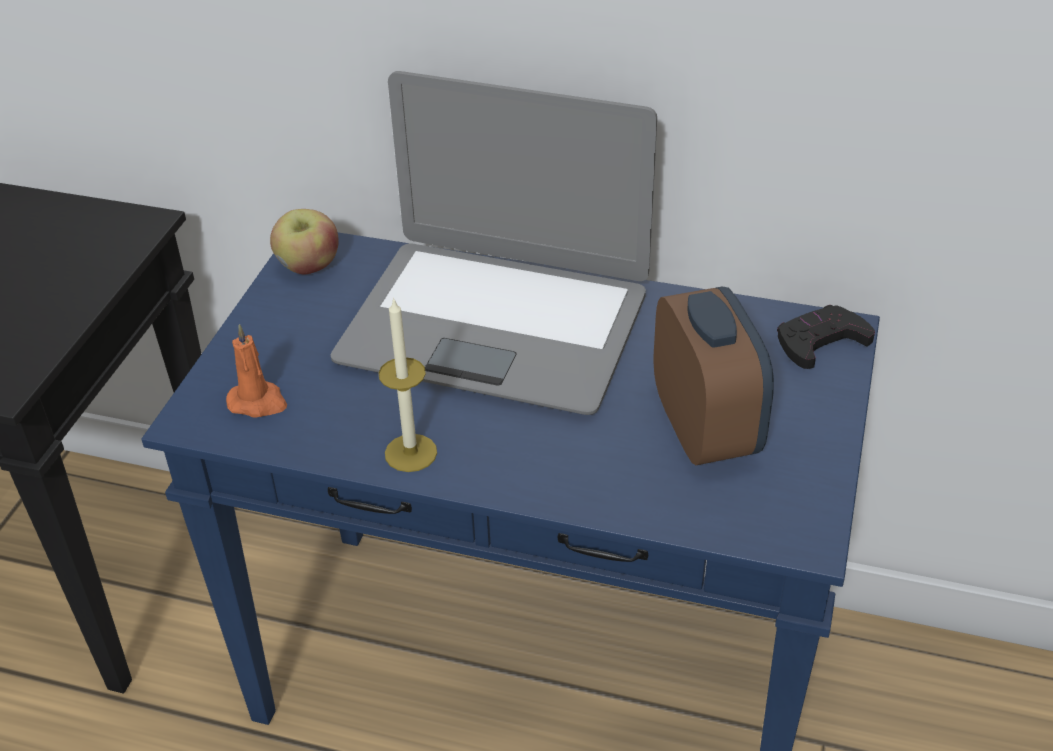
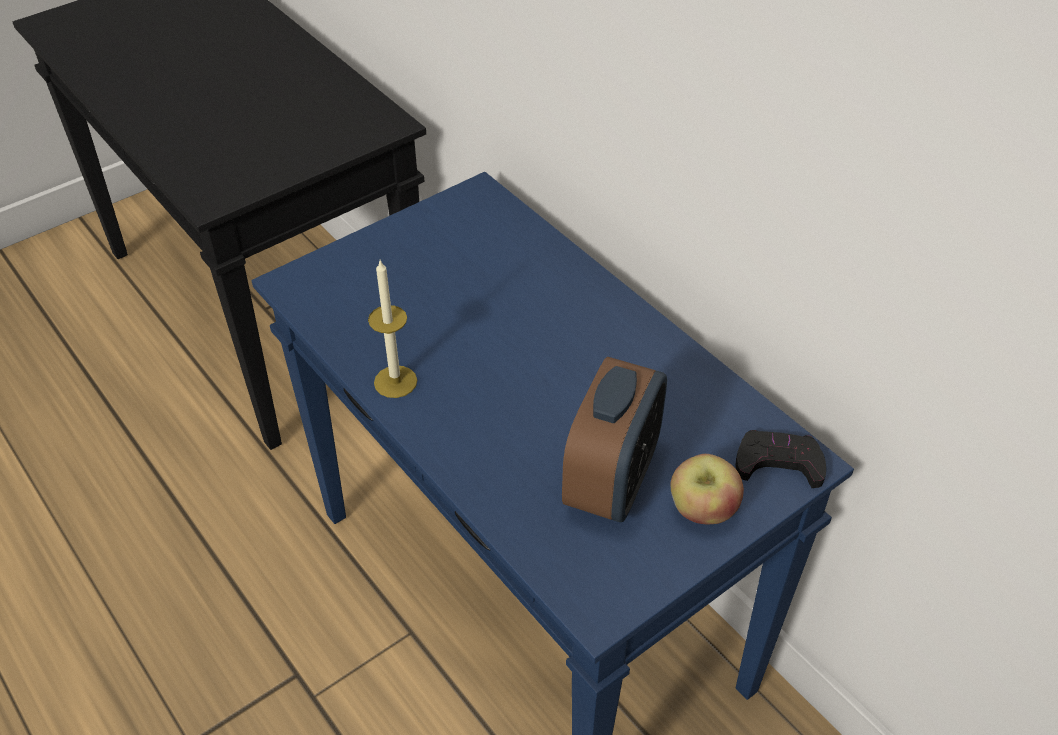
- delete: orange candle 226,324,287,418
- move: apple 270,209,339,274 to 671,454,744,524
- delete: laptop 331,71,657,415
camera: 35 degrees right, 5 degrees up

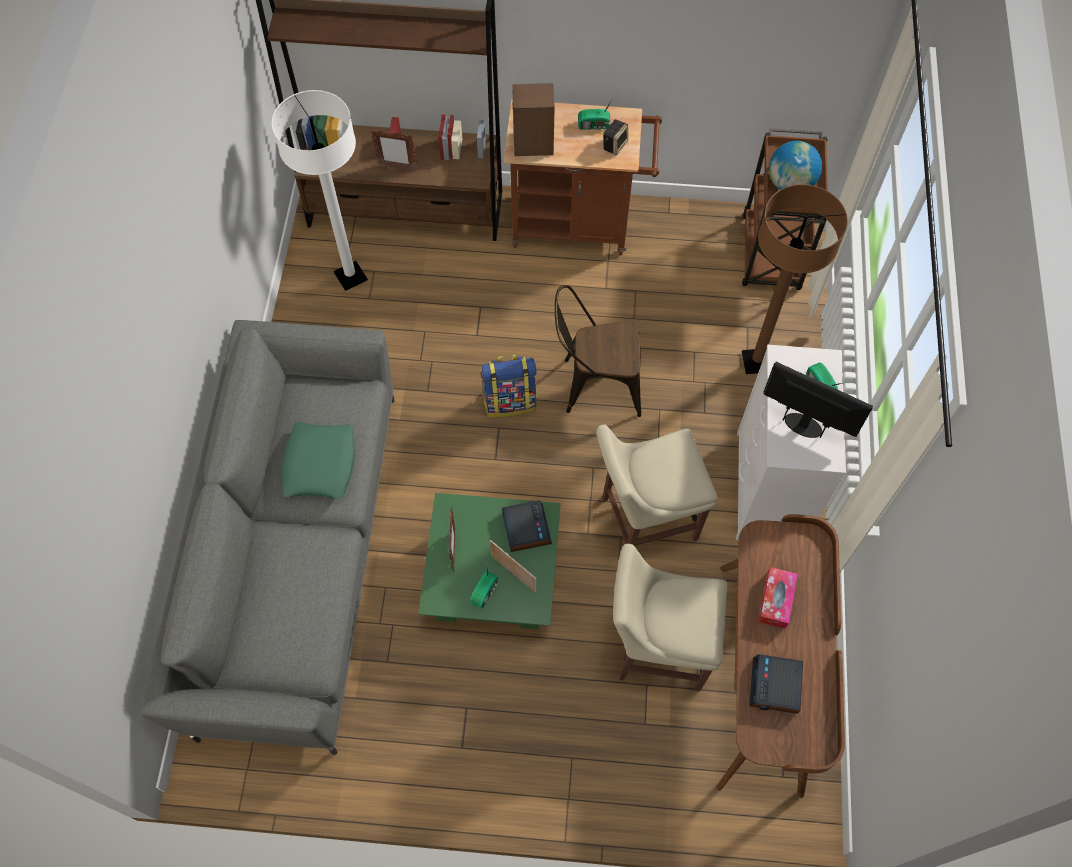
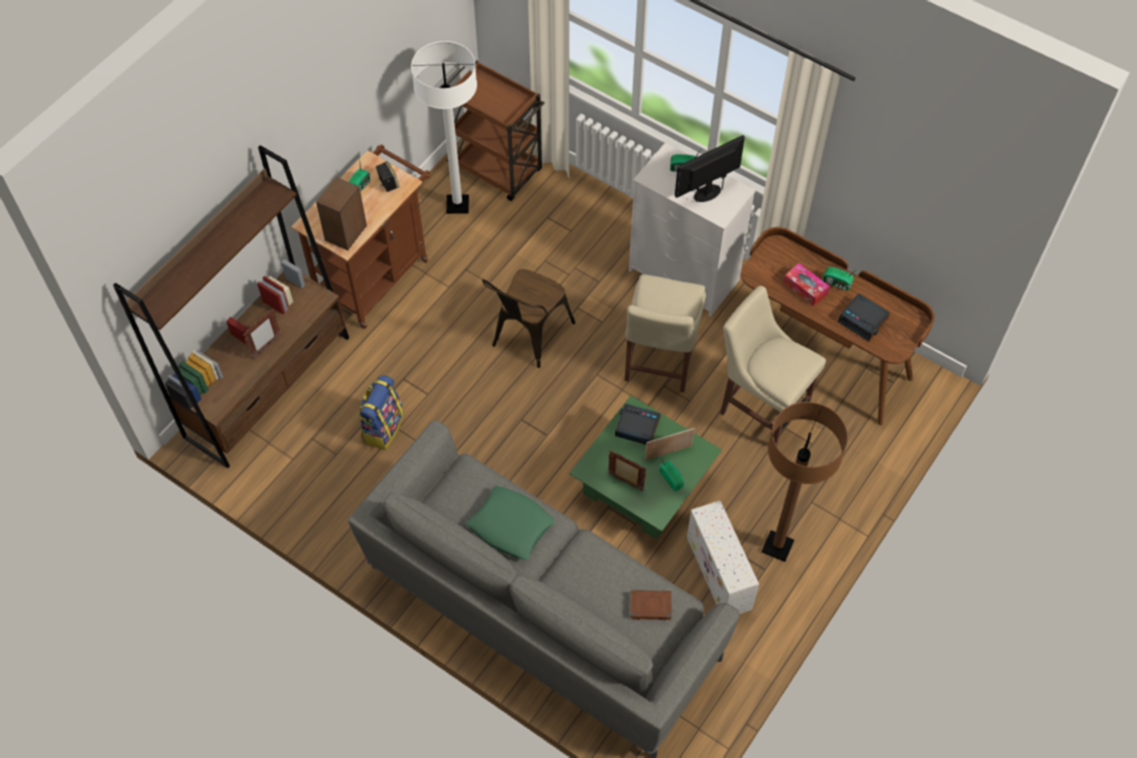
- move: white floor lamp 272,90,368,291 to 411,41,477,214
- move: backpack 481,354,537,418 to 358,375,404,450
- rotate: beige chair 613,544,727,691 = 720,286,826,446 90 degrees clockwise
- move: brown floor lamp 742,184,848,374 to 761,402,848,562
- delete: globe 769,141,822,190
- insert: brown book 631,590,672,620
- insert: white storage box 687,500,759,614
- insert: radio 823,267,857,291
camera: 60 degrees left, 5 degrees down

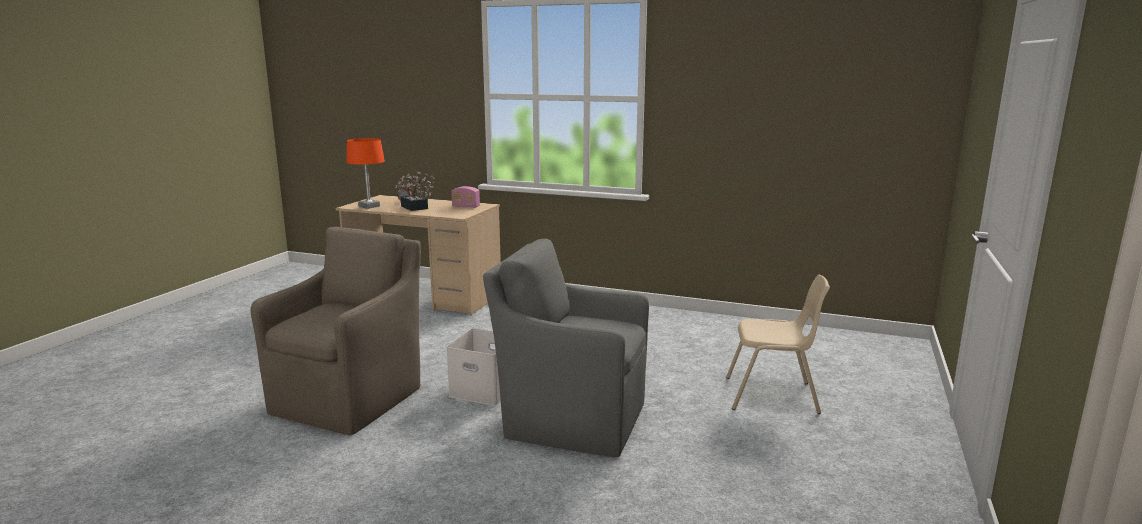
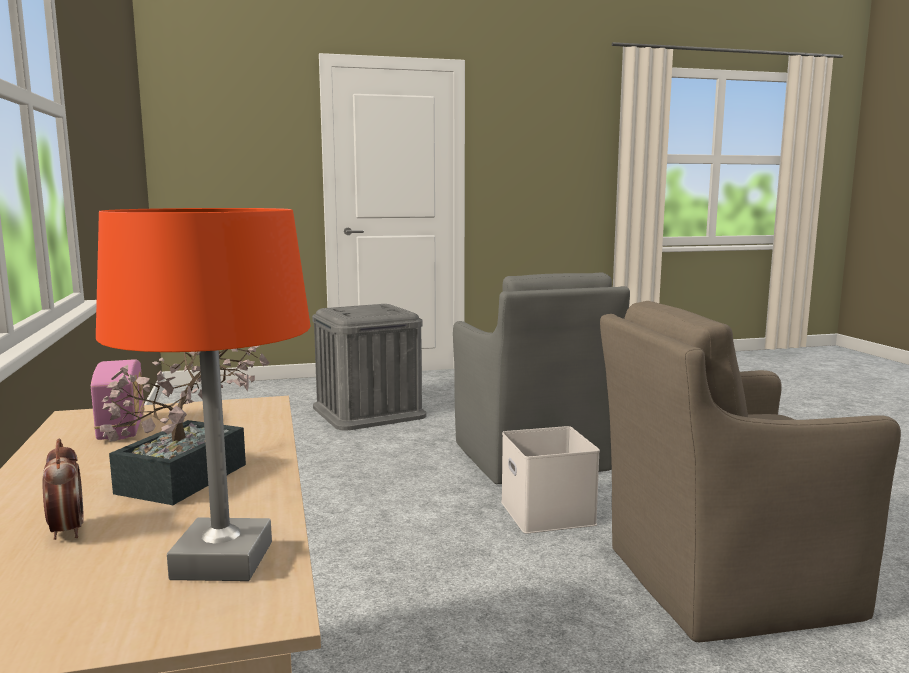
- replace: beige chair 726,275,830,414 to grey storage box 312,304,426,430
camera: 125 degrees left, 5 degrees down

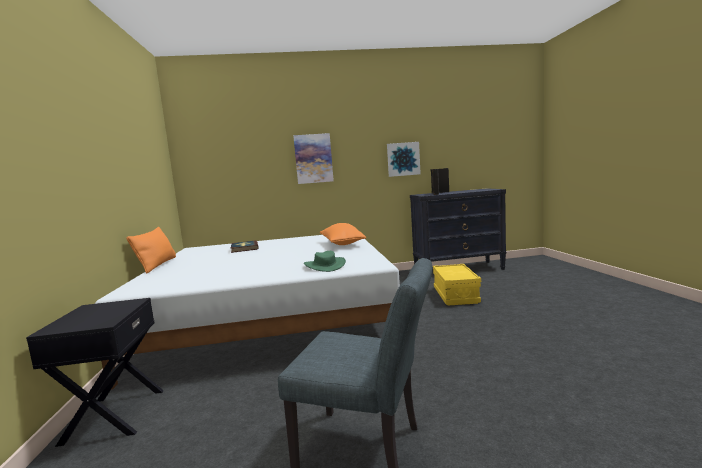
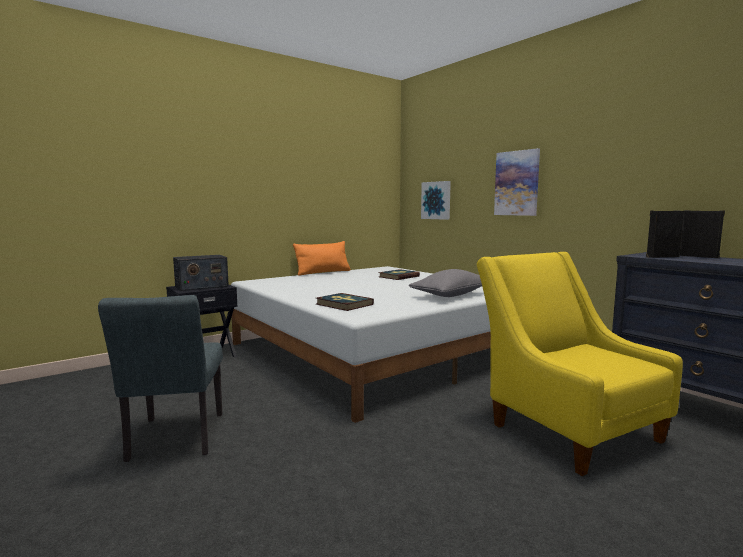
- replace: green hat 304,251,346,272 to book 316,293,374,311
- recolor: orange pillow 320,223,366,245 to grey pillow 409,269,482,297
- move: picture 387,142,421,177 to 421,181,451,220
- replace: yellow storage box 433,264,481,306 to yellow armchair 477,252,683,476
- insert: radio 173,255,229,291
camera: 60 degrees right, 0 degrees up

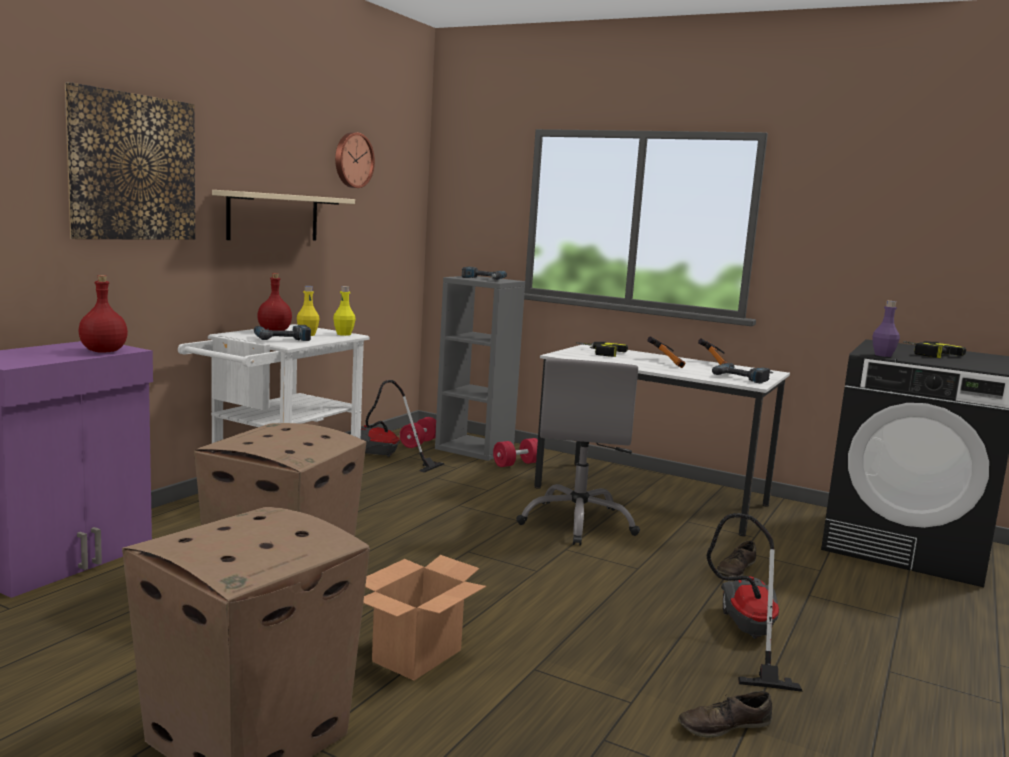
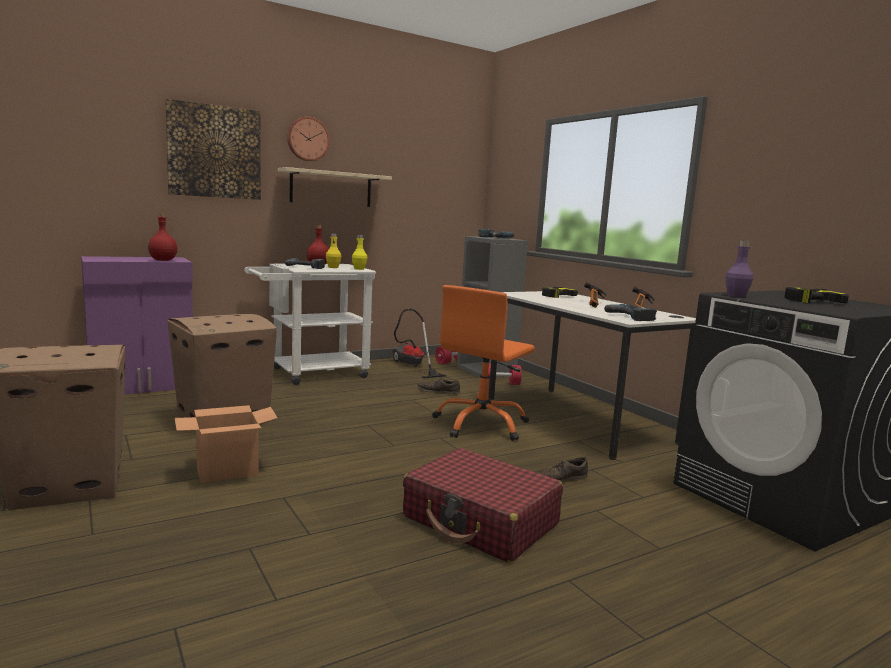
- move: wall clock 335,132,375,188 to 287,117,330,161
- recolor: grey office chair 516,358,640,546 to orange office chair 433,285,535,441
- move: brown shoe 678,691,772,738 to 417,379,460,394
- replace: vacuum cleaner 706,513,803,692 to red suitcase 403,448,563,563
camera: 30 degrees right, 0 degrees up

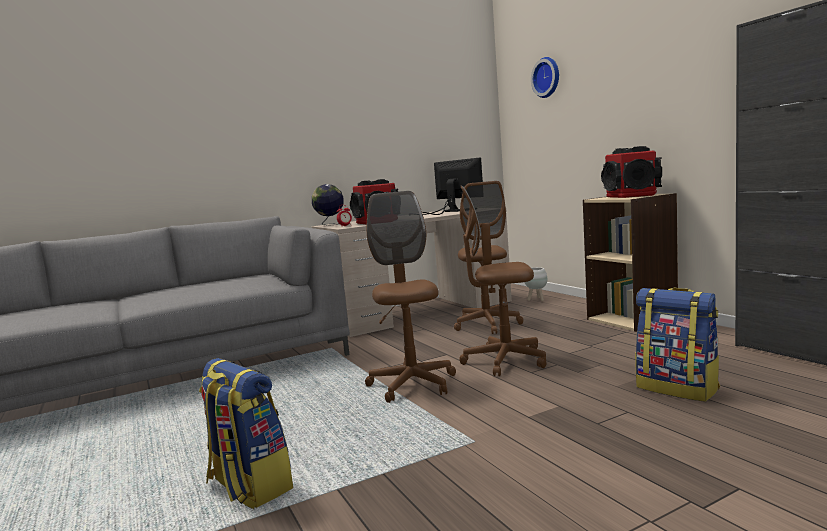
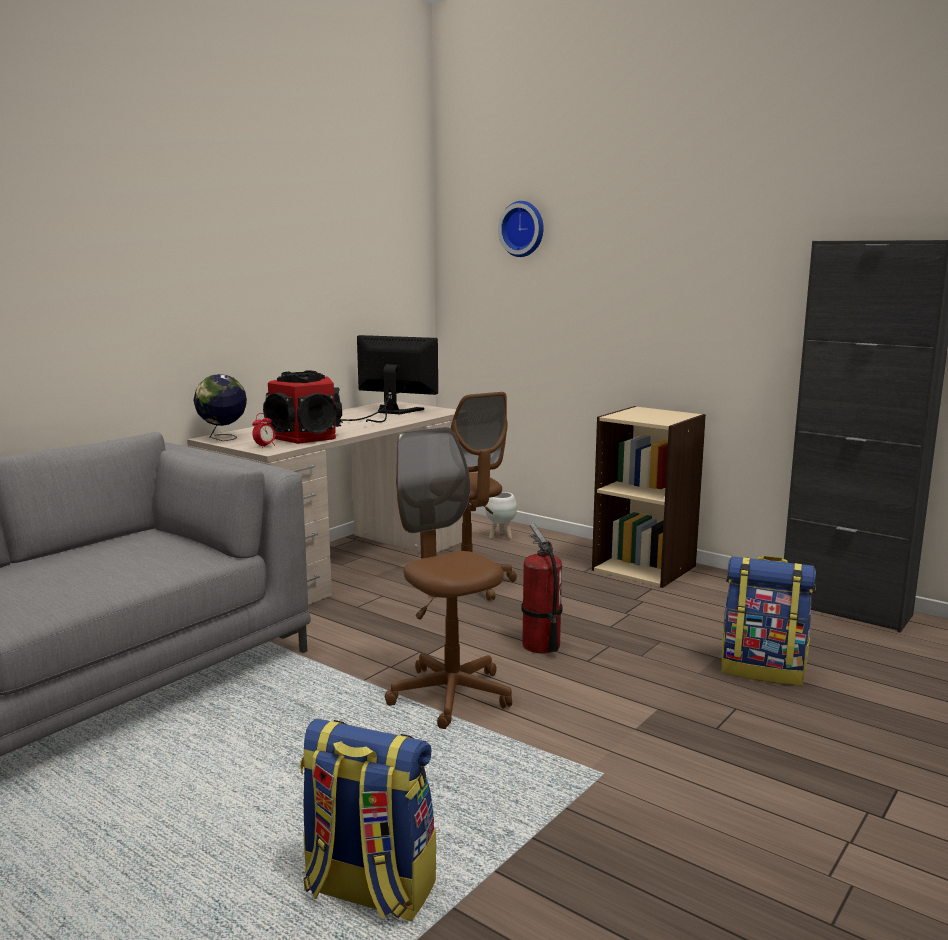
- replace: brown office chair 460,186,546,376 to fire extinguisher 521,523,563,654
- delete: speaker 601,146,662,198
camera: 25 degrees left, 5 degrees up

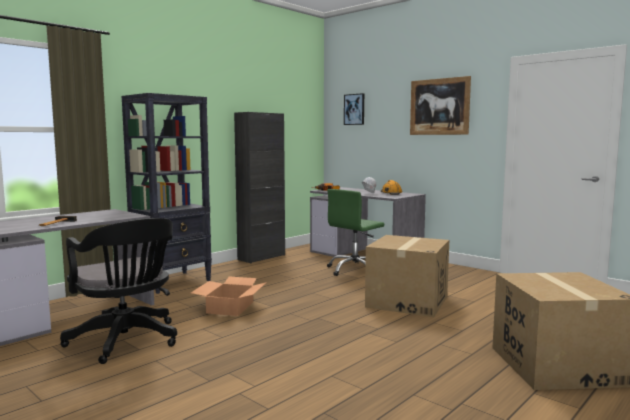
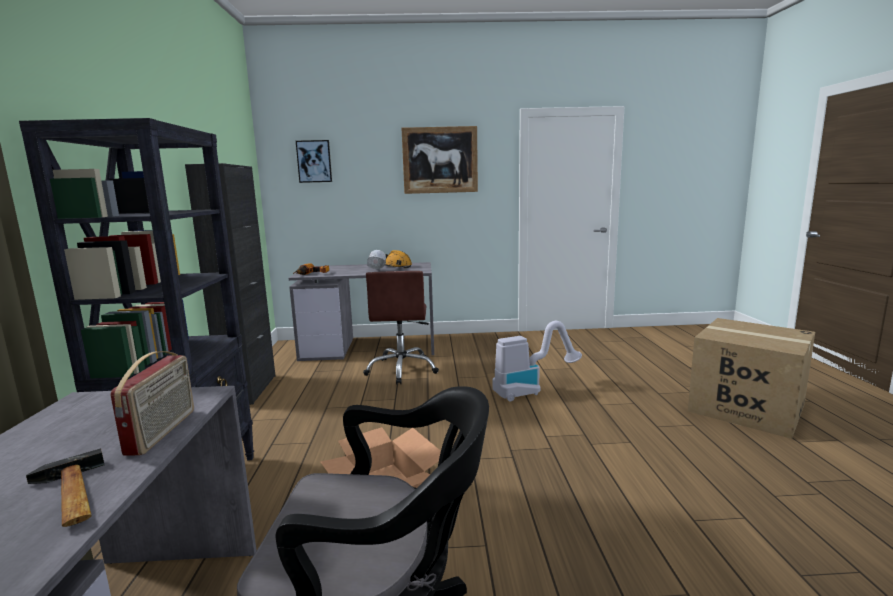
- recolor: green office chair 327,189,384,276 to brown office chair 363,271,439,384
- replace: cardboard box 365,235,449,317 to vacuum cleaner 492,321,582,402
- insert: radio 111,351,194,456
camera: 45 degrees left, 5 degrees up

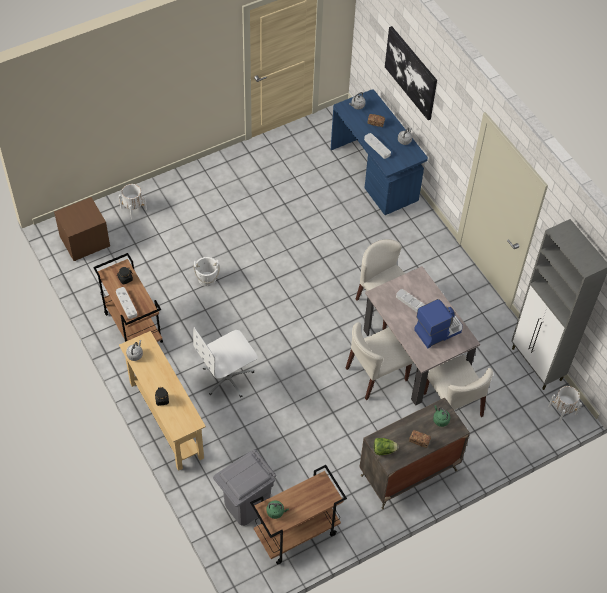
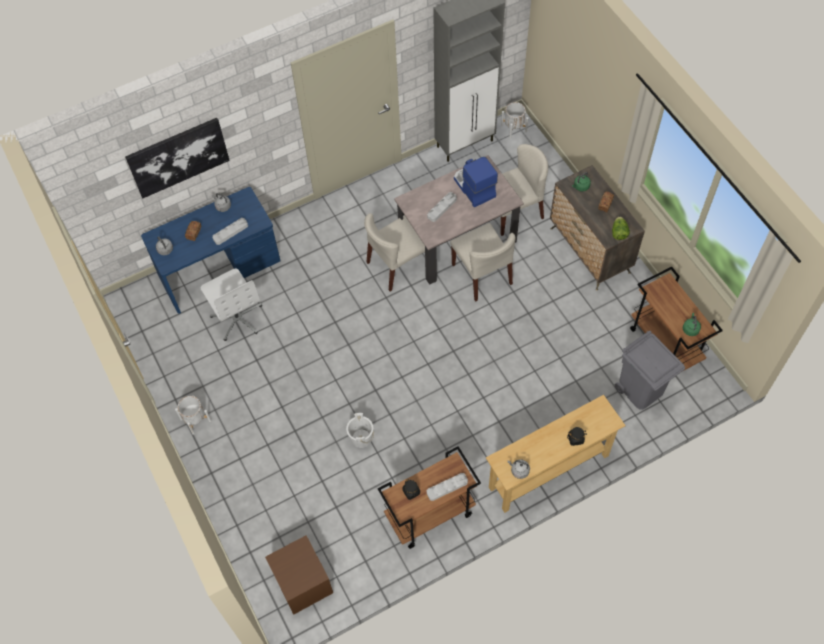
- move: white planter 119,184,147,219 to 175,396,211,435
- move: white office chair 193,327,258,397 to 200,269,262,341
camera: 85 degrees left, 5 degrees up

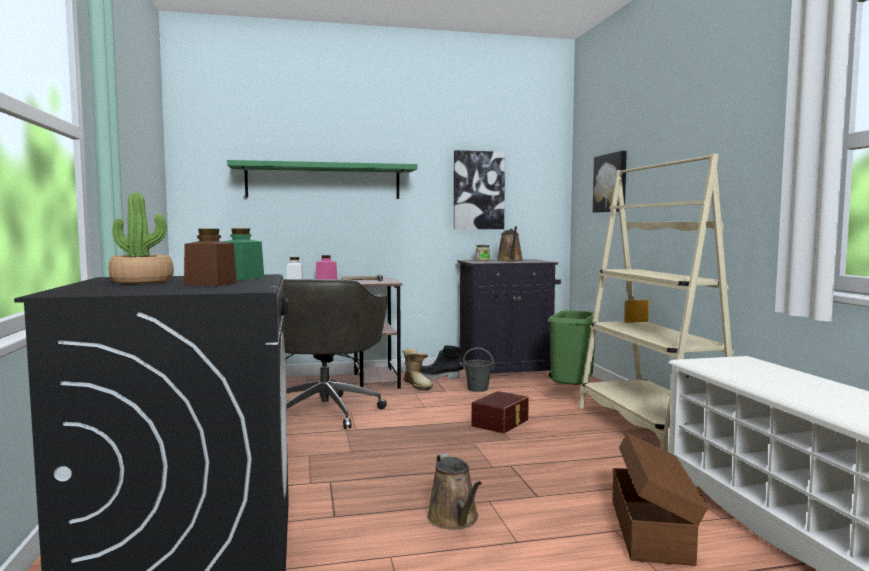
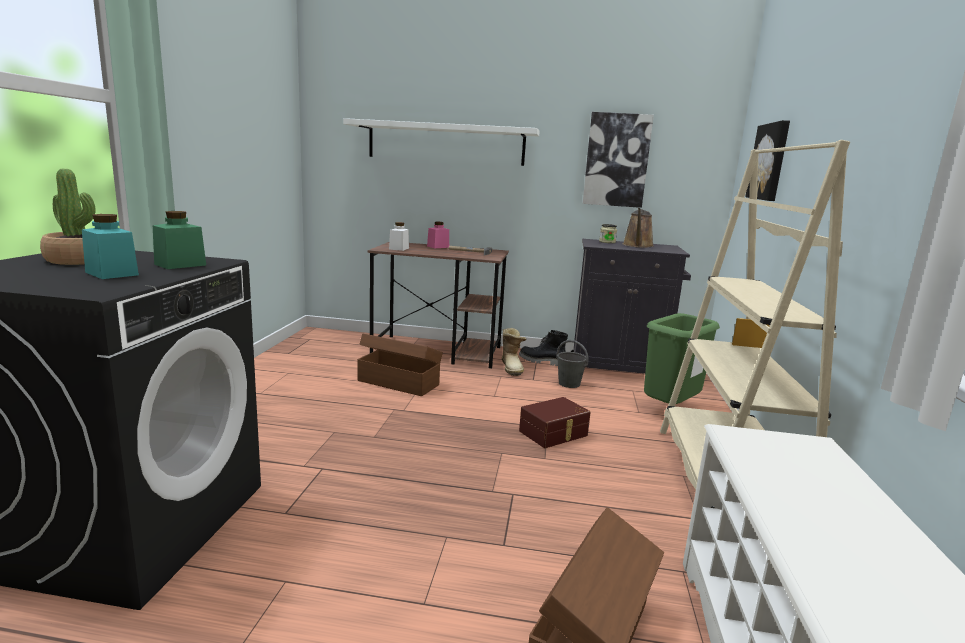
- recolor: brown jar 184,229,237,286 to turquoise jar 82,214,139,279
- recolor: green shelf 227,160,417,199 to white shelf 343,118,540,166
- replace: grey office chair 283,279,387,429 to brown storage box 357,333,443,396
- delete: brown watering can 427,453,482,530
camera: 20 degrees right, 10 degrees up

